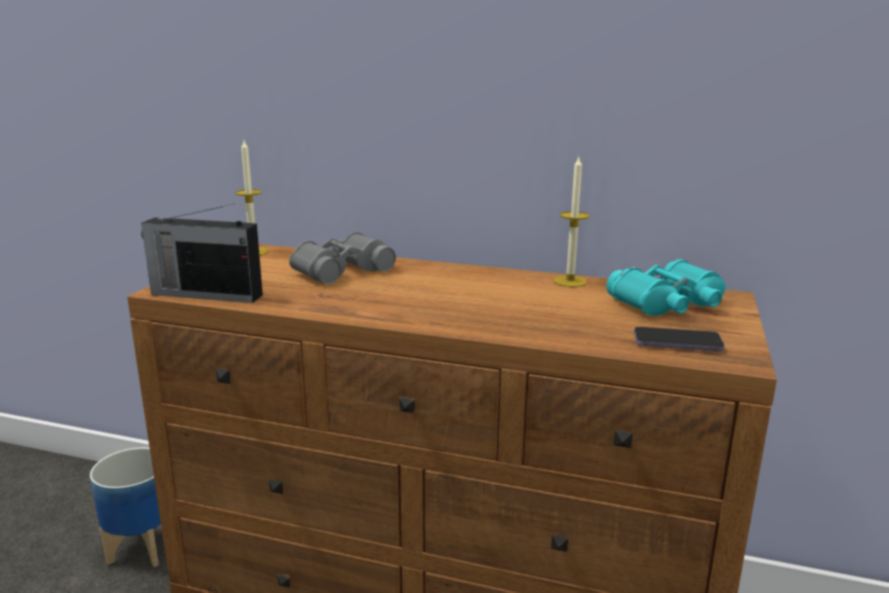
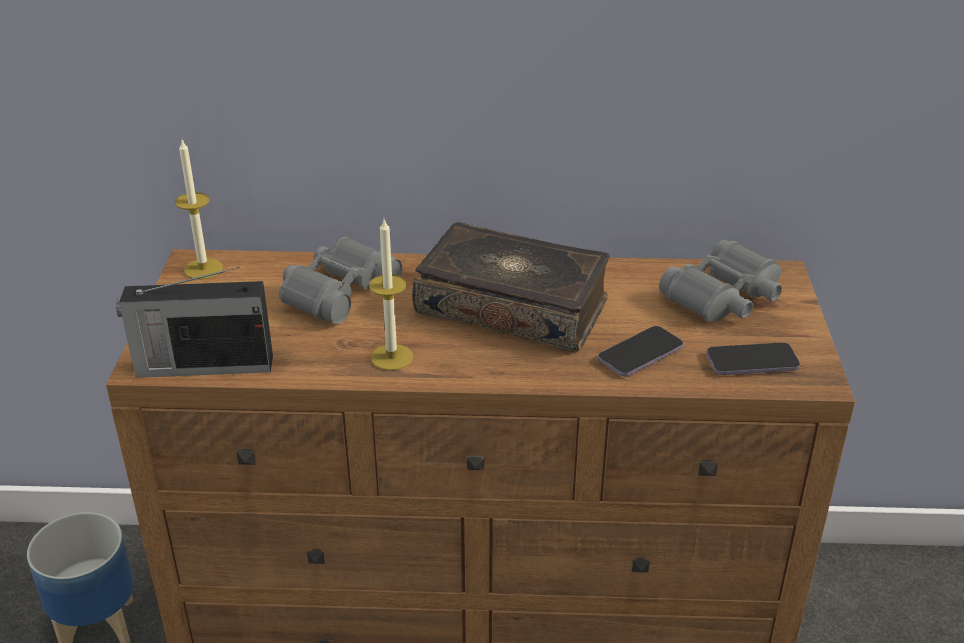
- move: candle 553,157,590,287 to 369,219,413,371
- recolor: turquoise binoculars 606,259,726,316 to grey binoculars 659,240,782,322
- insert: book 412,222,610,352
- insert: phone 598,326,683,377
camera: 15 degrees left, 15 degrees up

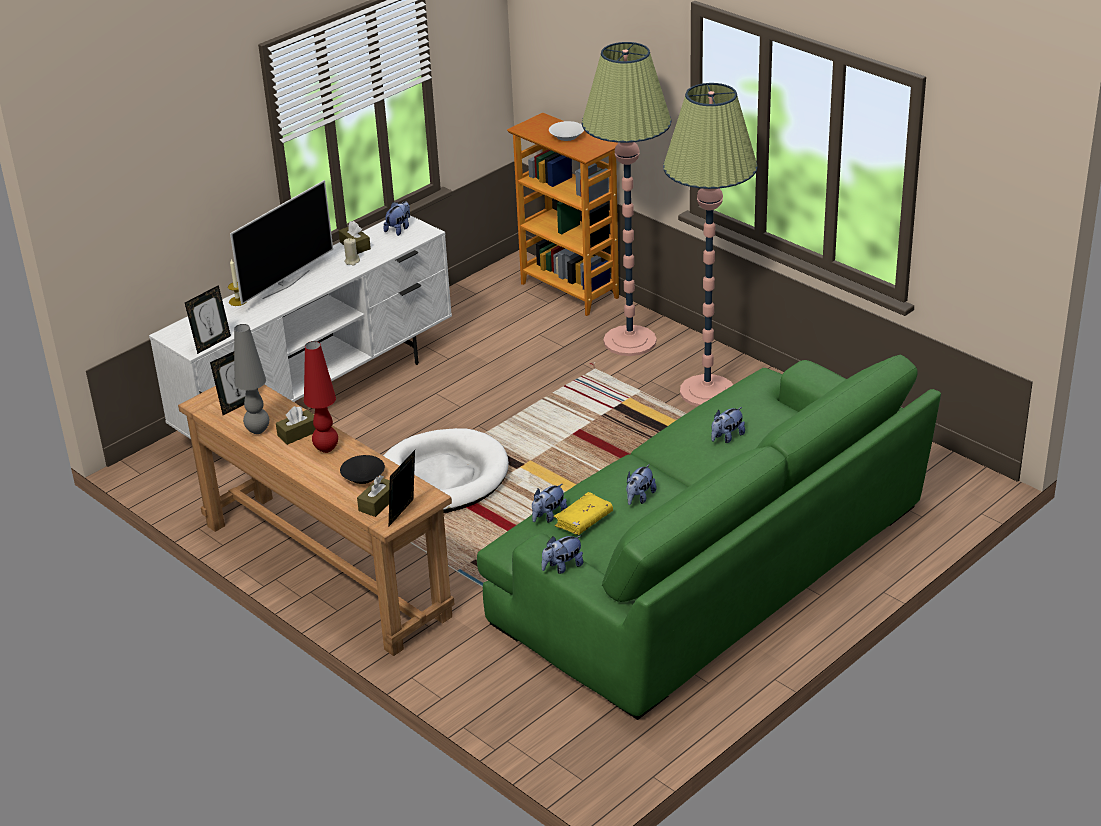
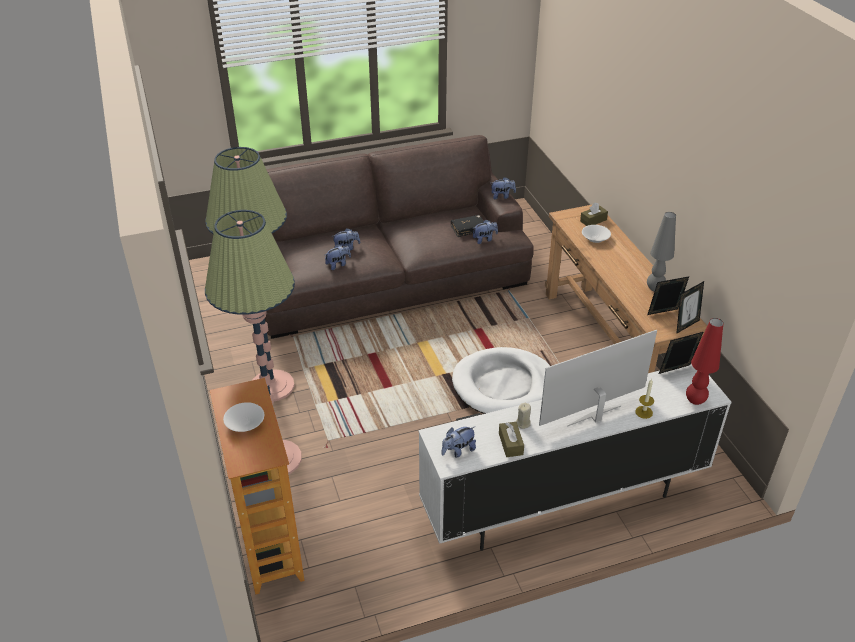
- delete: brown tissue box 276,406,316,445
- move: red table lamp 304,341,338,453 to 686,318,724,405
- recolor: black bowl 340,455,385,484 to white bowl 582,225,611,243
- move: picture frame 389,450,415,526 to 676,281,704,334
- recolor: green sofa 477,354,941,720 to brown sofa 265,135,534,339
- recolor: yellow book 554,492,613,535 to black book 451,215,484,237
- move: plush toy 626,464,657,505 to 325,244,351,270
camera: 155 degrees left, 5 degrees up

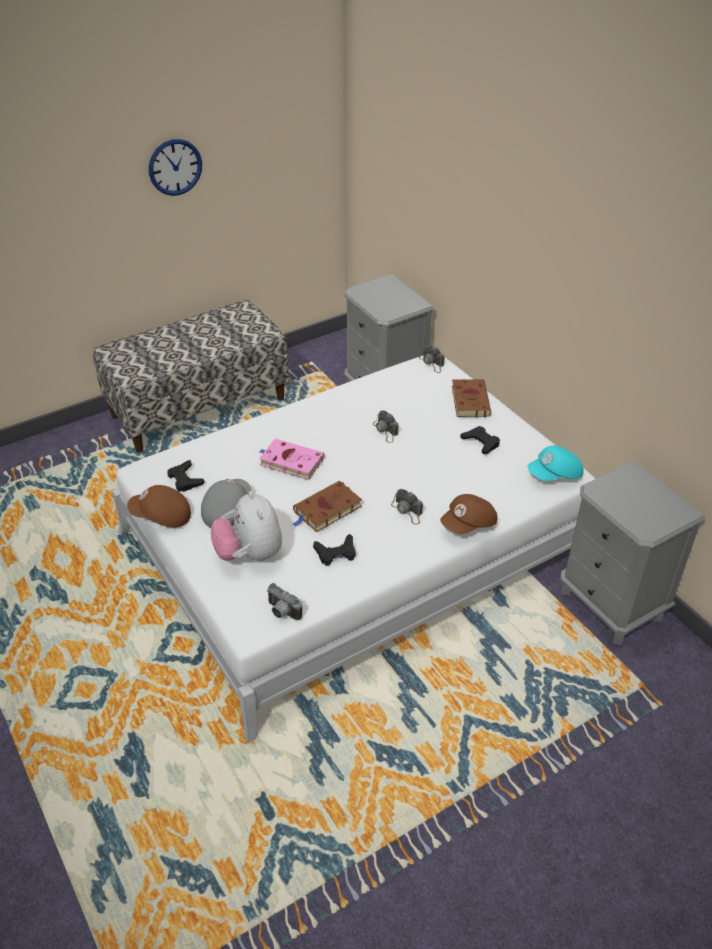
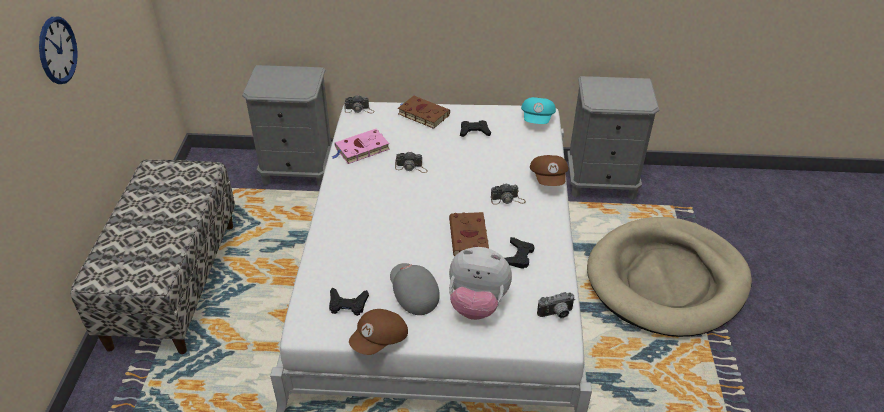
- move: pink book 259,439,325,480 to 332,129,390,164
- insert: beige dog bed 587,217,752,337
camera: 55 degrees left, 0 degrees up

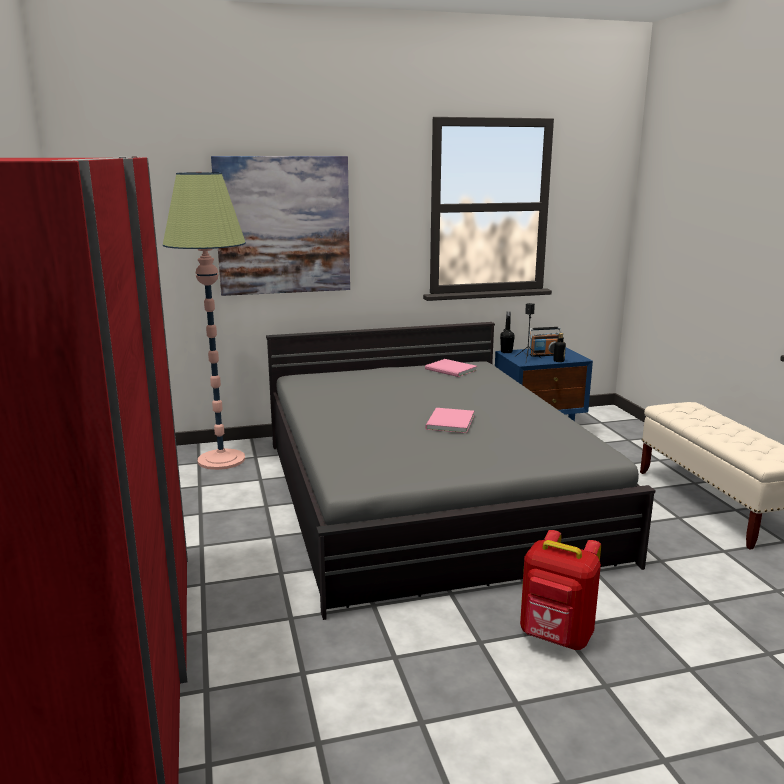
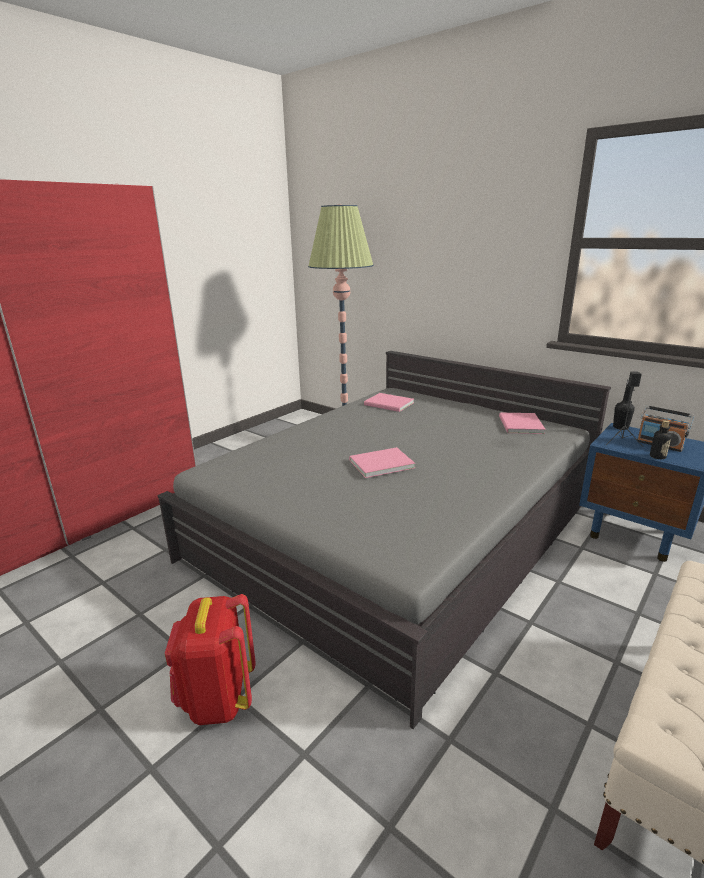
- delete: picture 211,156,350,296
- insert: pink book 364,393,414,412
camera: 55 degrees right, 5 degrees up

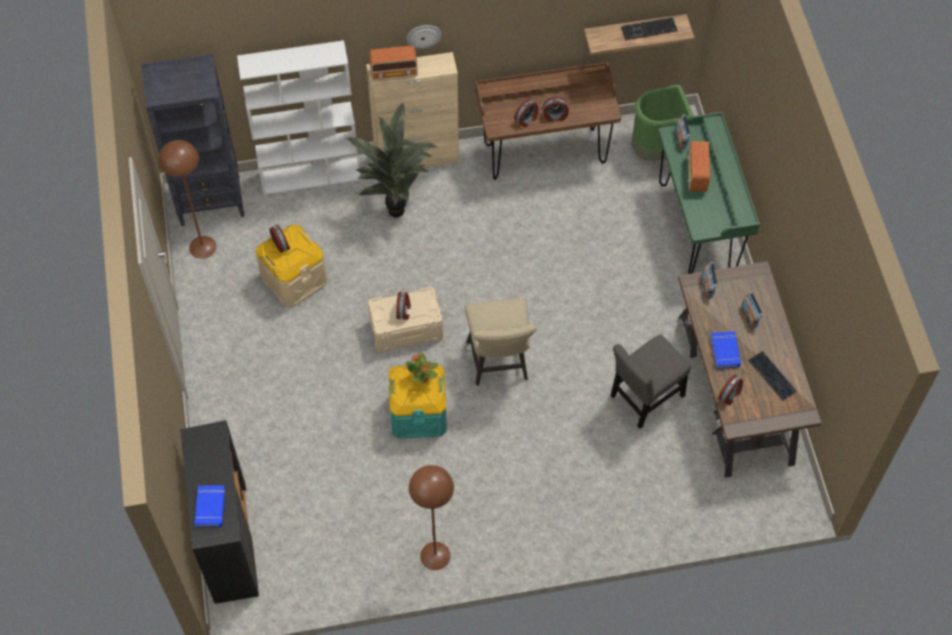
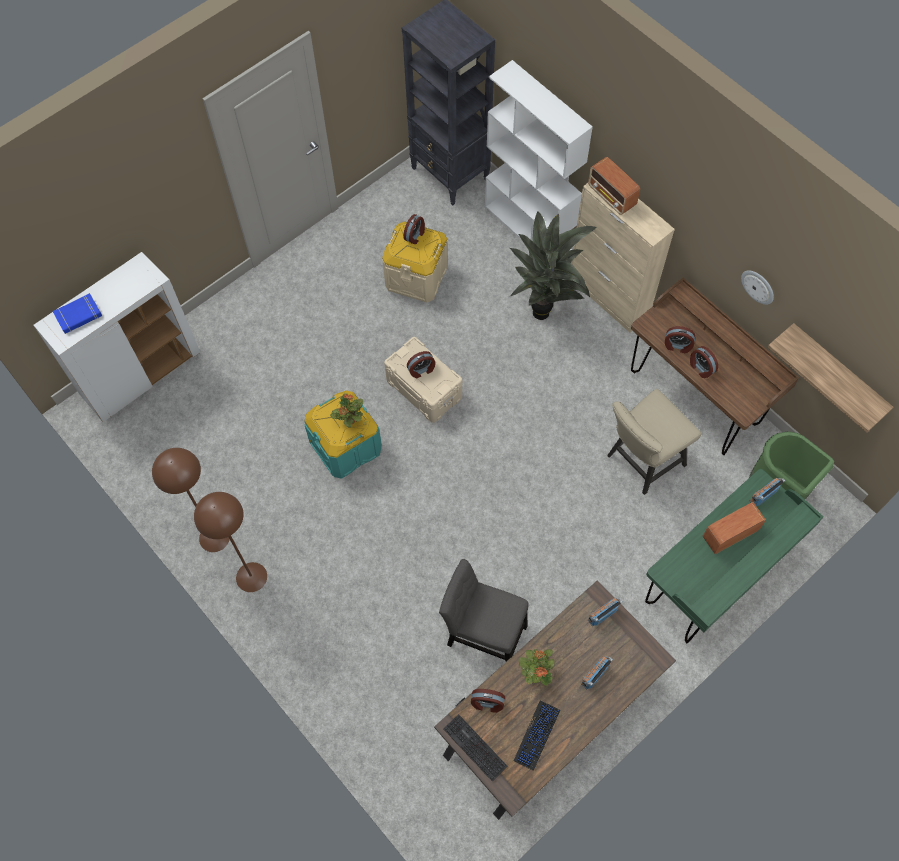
- move: brown floor lamp 158,140,216,259 to 194,492,267,592
- recolor: black cabinet 180,420,259,604 to white cabinet 34,252,200,422
- move: wall clock 406,25,442,49 to 741,270,774,305
- move: beige chair 465,298,537,386 to 607,389,701,495
- move: keyboard 621,17,677,40 to 444,714,507,781
- replace: blue book 710,331,741,369 to potted plant 519,649,555,686
camera: 60 degrees right, 5 degrees up

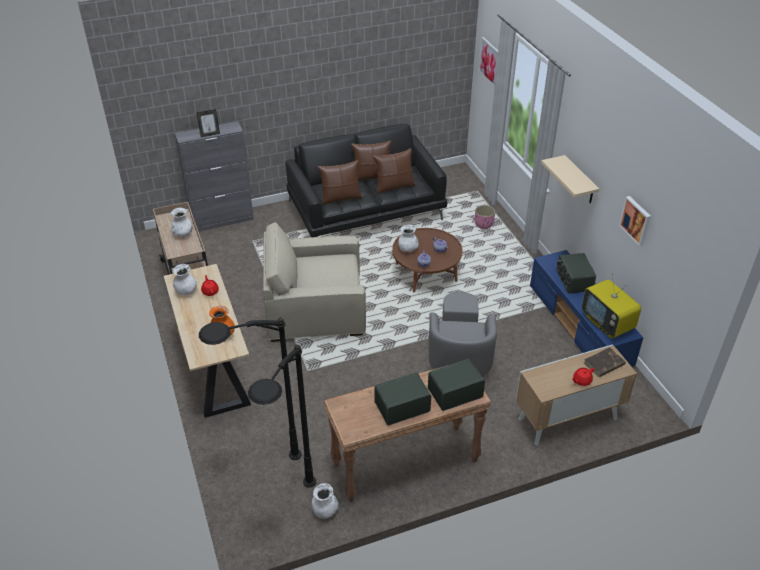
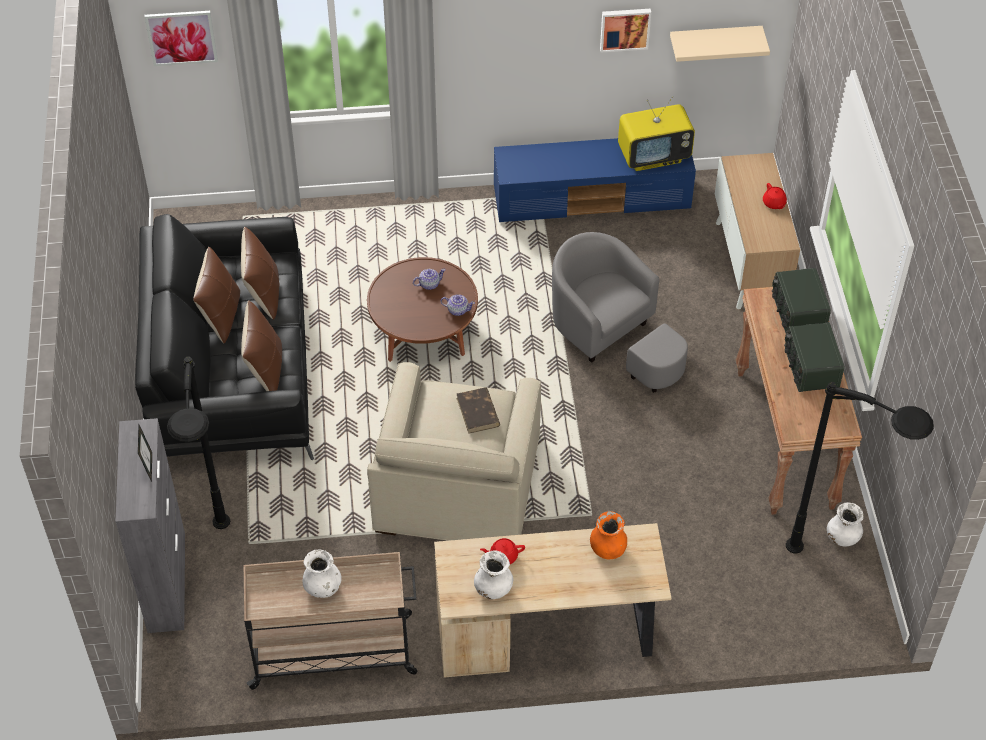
- move: black floor lamp 199,318,302,460 to 167,357,230,529
- delete: white vase 399,225,419,252
- rotate: grey armchair 429,292,497,377 = 552,232,688,393 150 degrees counterclockwise
- delete: pink planter 475,205,495,229
- move: beige shelf 541,155,599,203 to 670,26,770,62
- delete: radio 557,253,596,294
- move: brown book 584,347,626,377 to 456,387,500,434
camera: 75 degrees left, 10 degrees up

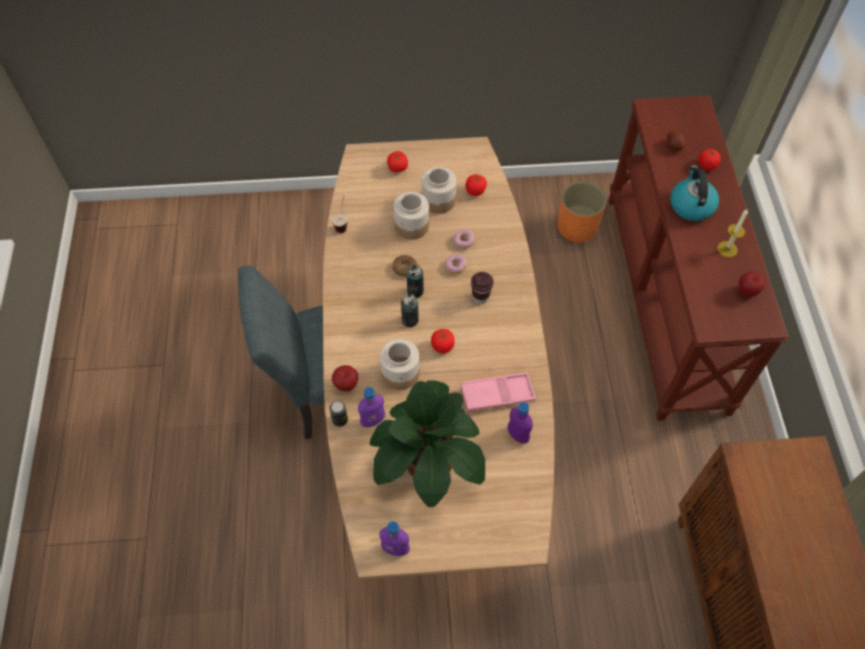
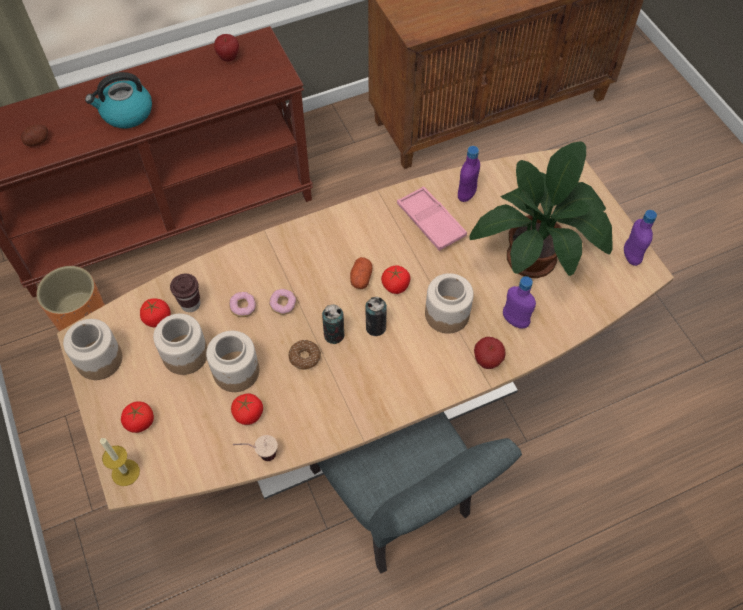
- delete: can 330,401,348,427
- move: brown cup 471,272,494,304 to 170,274,200,312
- move: tomato 698,149,721,170 to 231,393,263,425
- move: candle 717,209,748,257 to 100,438,140,486
- insert: jar 63,319,122,380
- insert: potato 350,257,372,289
camera: 110 degrees left, 0 degrees up

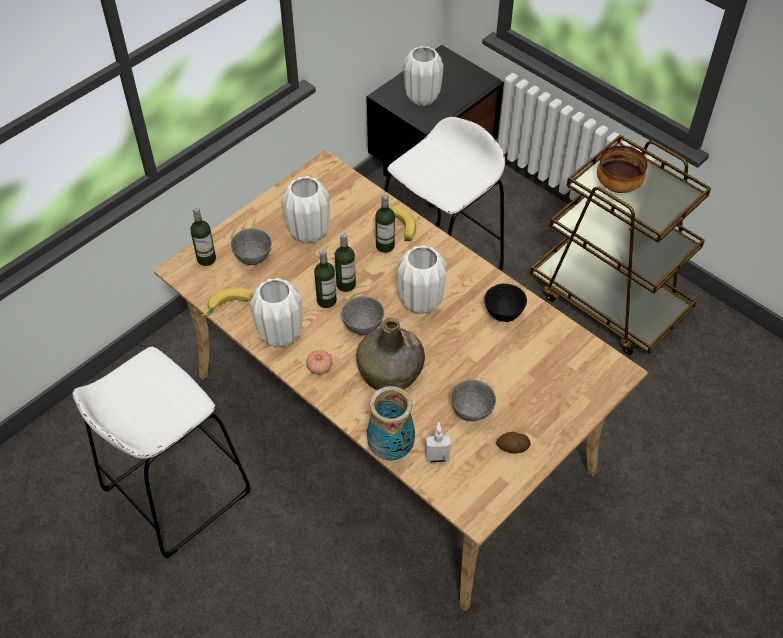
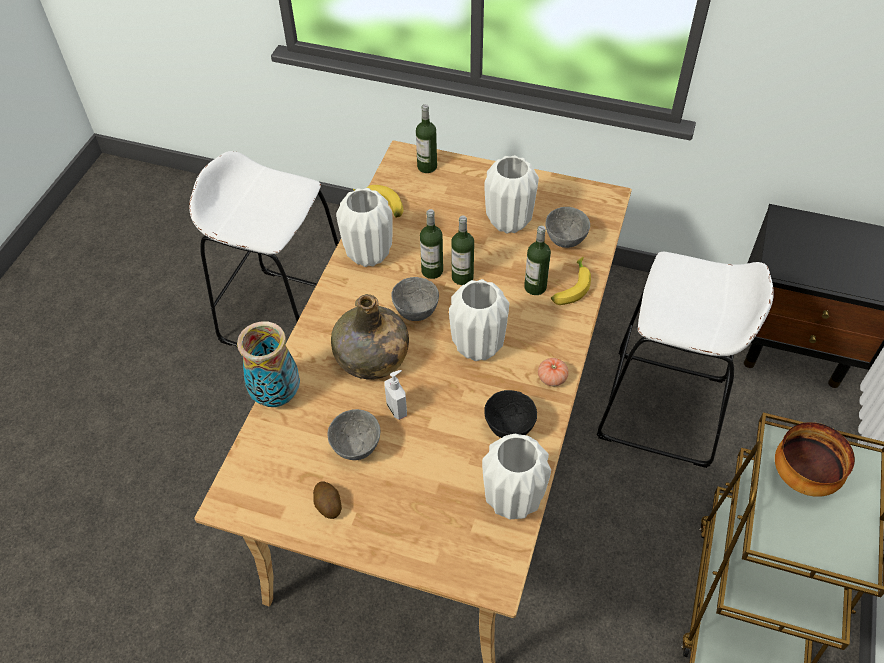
- move: grey bowl 231,228,271,265 to 546,207,590,248
- move: tomato 306,350,332,375 to 538,358,569,386
- move: white vase 403,46,443,106 to 482,434,551,519
- move: soap dispenser 425,422,451,463 to 385,370,407,420
camera: 65 degrees right, 0 degrees up

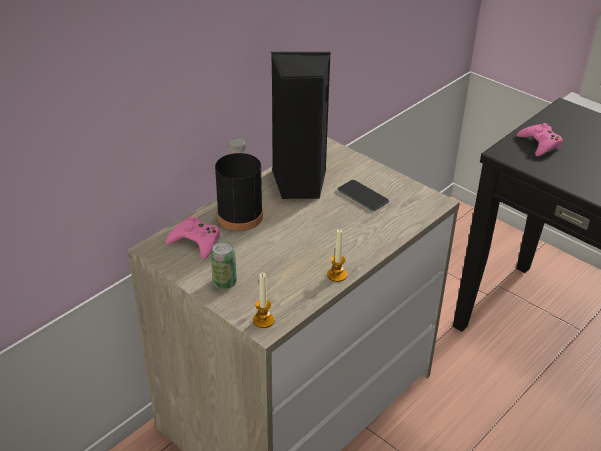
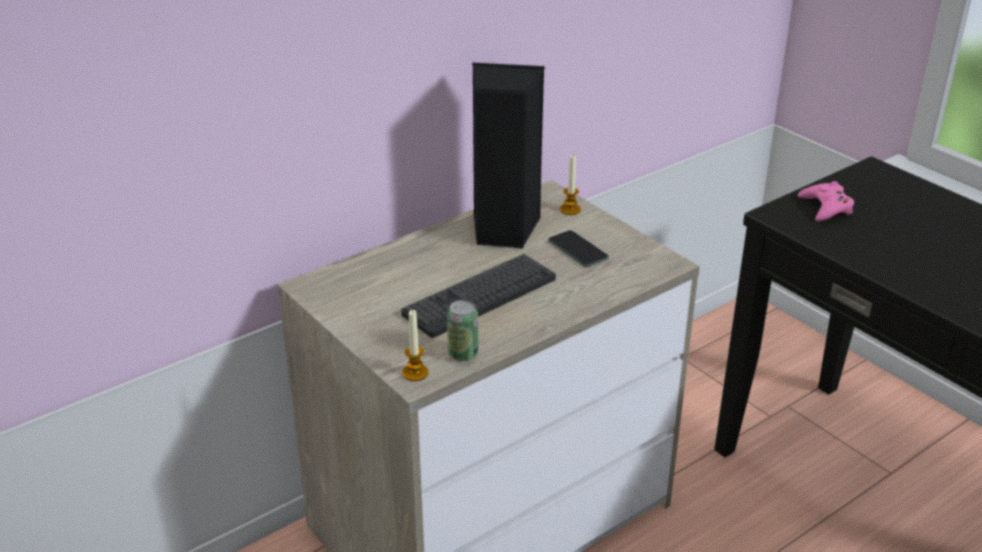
- delete: pink game controller 166,217,220,260
- move: can 210,242,237,289 to 447,300,478,361
- delete: black bottle 215,138,263,231
- move: candle 327,229,347,282 to 560,155,581,215
- insert: keyboard 401,254,556,338
camera: 10 degrees right, 5 degrees down

